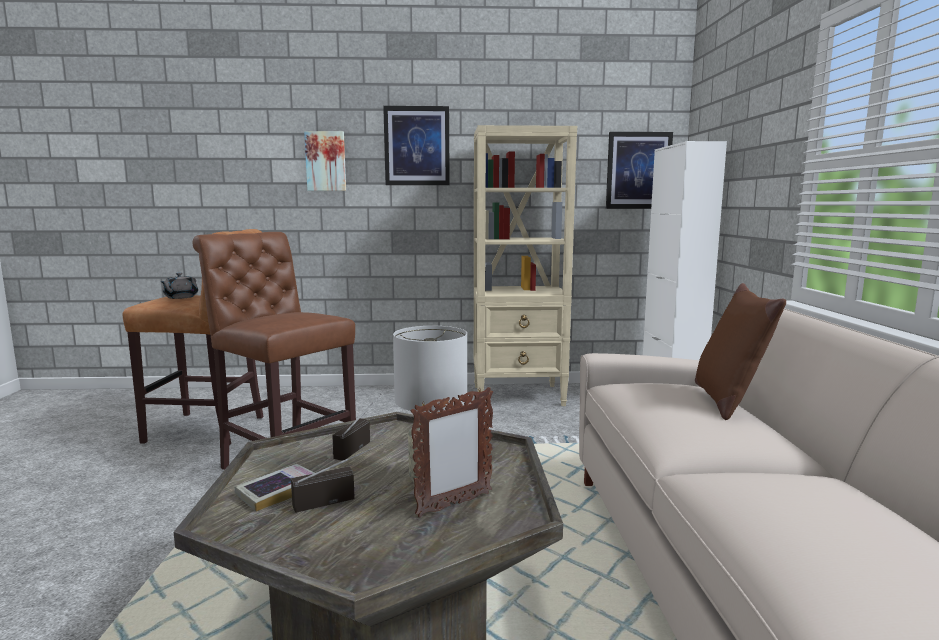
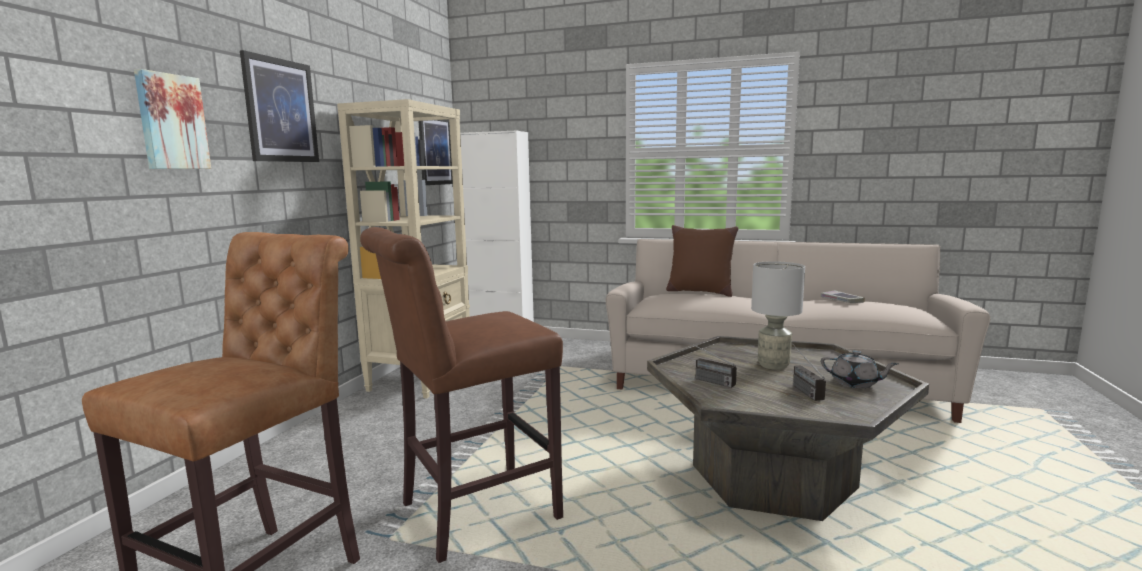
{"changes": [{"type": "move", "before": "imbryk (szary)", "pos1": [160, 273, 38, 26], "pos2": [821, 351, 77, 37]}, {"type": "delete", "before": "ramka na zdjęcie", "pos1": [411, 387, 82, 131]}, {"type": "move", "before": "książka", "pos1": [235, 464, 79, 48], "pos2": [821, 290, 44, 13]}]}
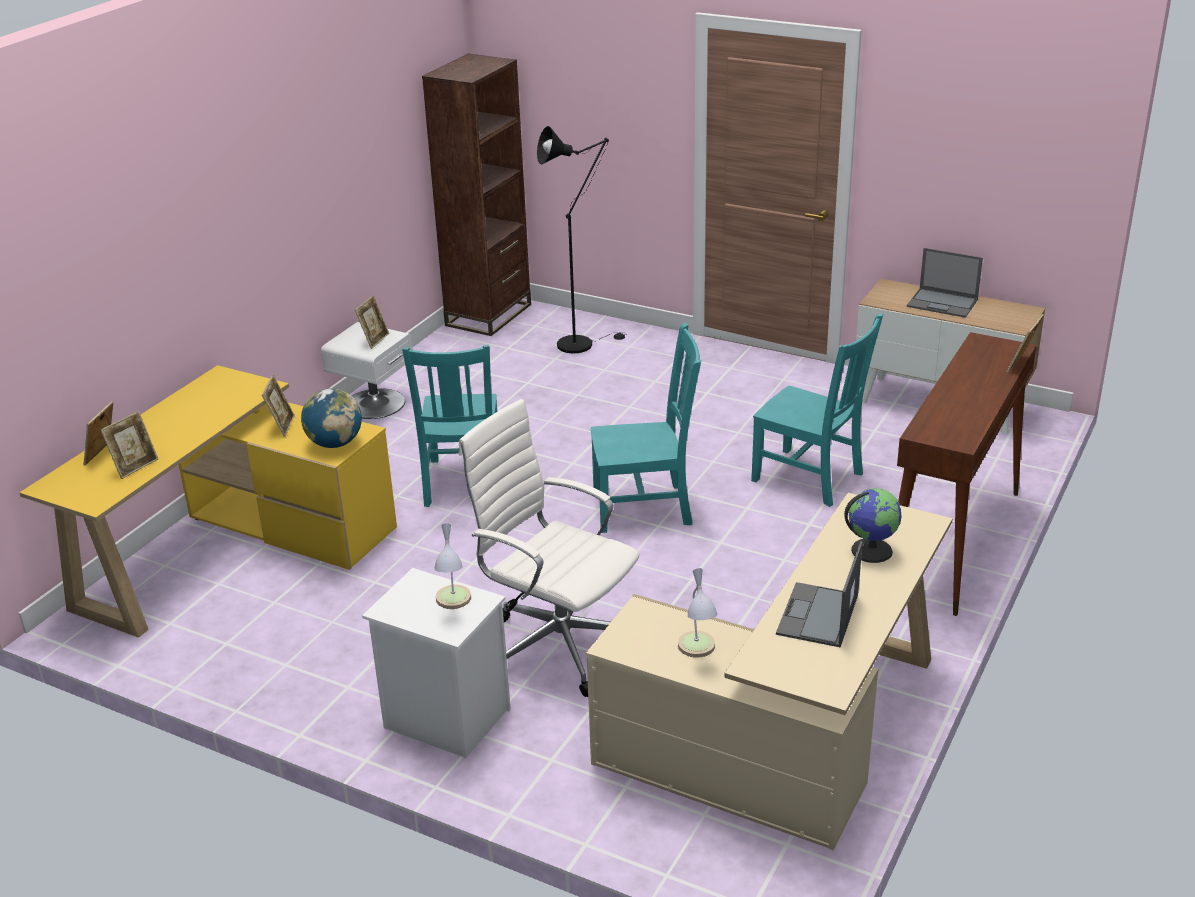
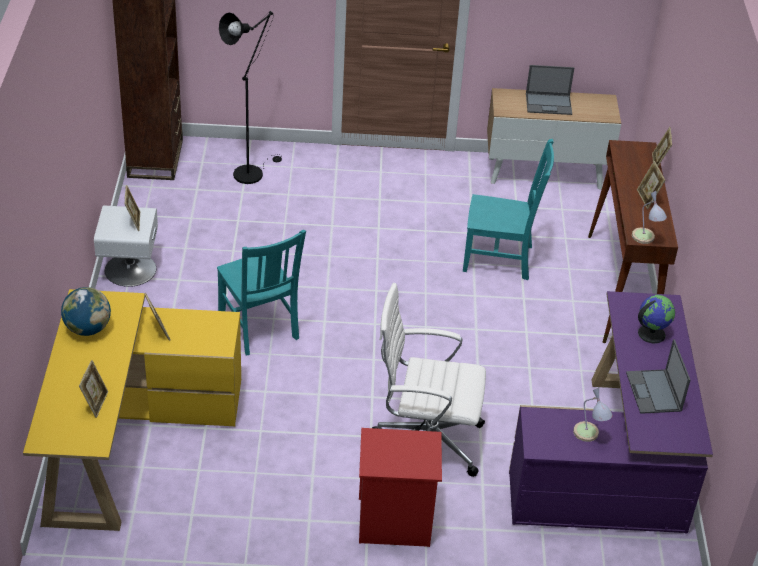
{"changes": [{"type": "delete", "before": "krzesło (turkusowy)", "pos1": [591, 323, 110, 210]}, {"type": "move", "before": "globus", "pos1": [301, 388, 61, 60], "pos2": [61, 287, 50, 49]}, {"type": "move", "before": "ramka na zdjęcie", "pos1": [83, 401, 30, 65], "pos2": [637, 161, 28, 48]}, {"type": "recolor", "before": "biurko (beżowy)", "after": "biurko (fioletowy)", "pos1": [586, 493, 367, 357], "pos2": [509, 291, 204, 243]}, {"type": "move", "before": "lampa stołowa", "pos1": [434, 523, 37, 86], "pos2": [632, 191, 35, 53]}, {"type": "recolor", "before": "szafka nocna (biały)", "after": "szafka nocna (czerwony)", "pos1": [362, 568, 149, 190], "pos2": [359, 428, 83, 119]}]}
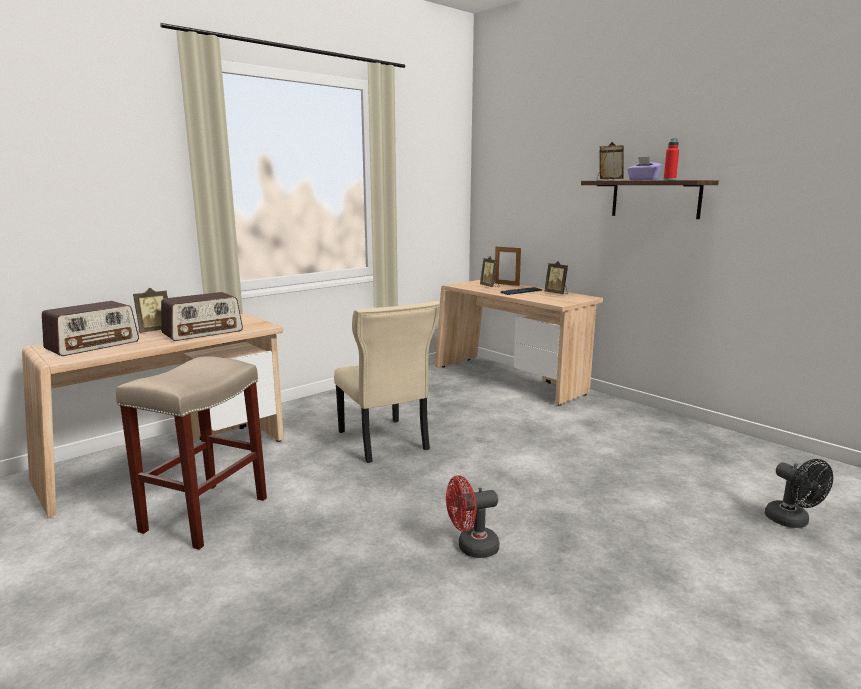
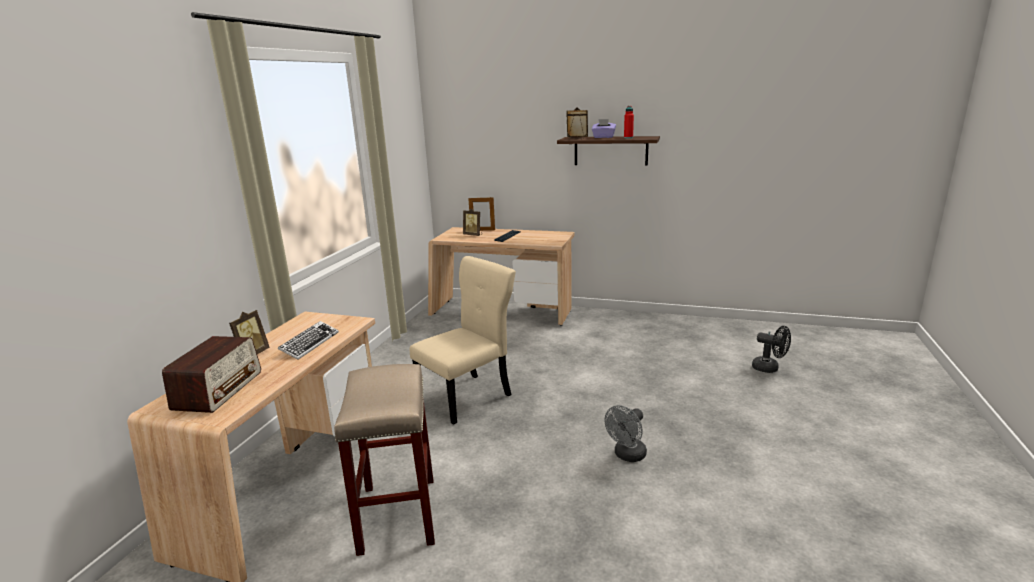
{"changes": [{"type": "delete", "before": "ramka na zdjęcie", "pos1": [544, 261, 24, 33]}, {"type": "replace", "before": "radio", "after": "klawiatura", "pos1": [161, 292, 82, 49], "pos2": [278, 321, 61, 39]}, {"type": "rotate", "before": "krzesło (beżowy)", "pos1": [334, 301, 106, 162], "pos2": [410, 256, 106, 169], "turn": -75}, {"type": "recolor", "before": "wentylator (czerwony)", "after": "wentylator (szary)", "pos1": [446, 475, 54, 83], "pos2": [604, 405, 43, 57]}]}
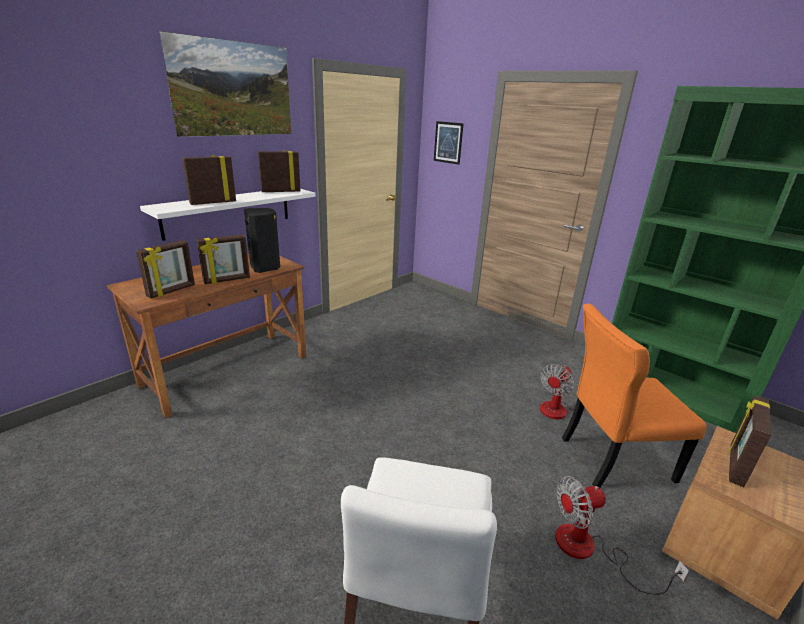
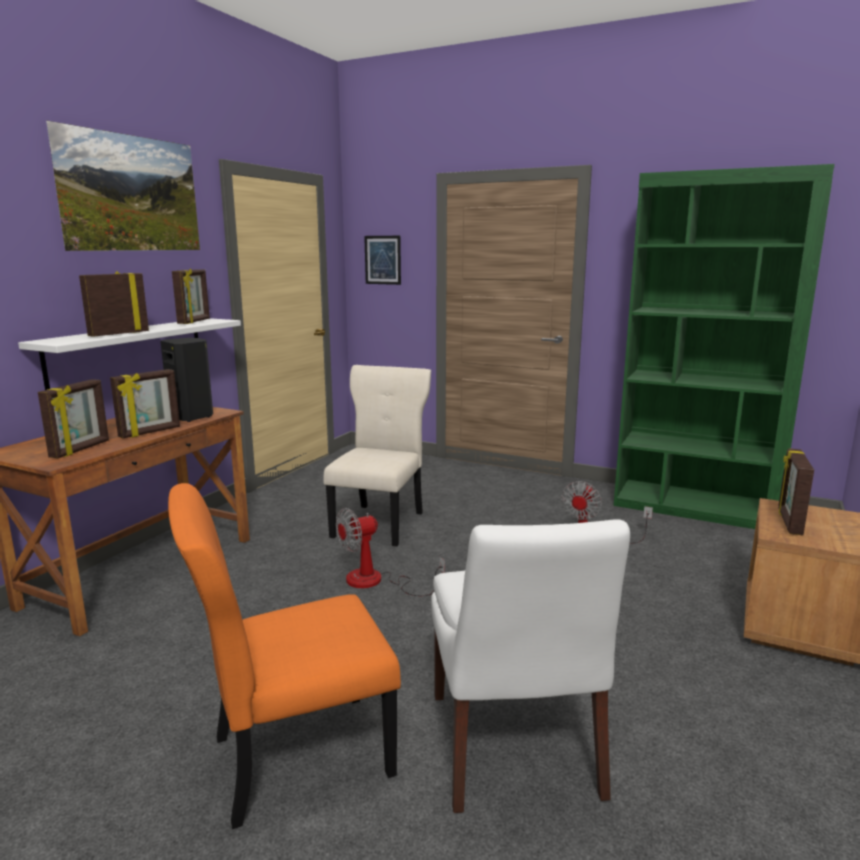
{"changes": [{"type": "rotate", "before": "ramka na zdjęcie", "pos1": [258, 149, 42, 43], "pos2": [172, 268, 38, 56], "turn": 135}, {"type": "move", "before": "krzesło (pomarańczowy)", "pos1": [562, 304, 145, 184], "pos2": [168, 483, 233, 346]}, {"type": "move", "before": "wentylator", "pos1": [555, 476, 134, 119], "pos2": [336, 508, 109, 88]}, {"type": "insert", "after": "krzesło (beżowy)", "pos2": [323, 365, 108, 181]}]}
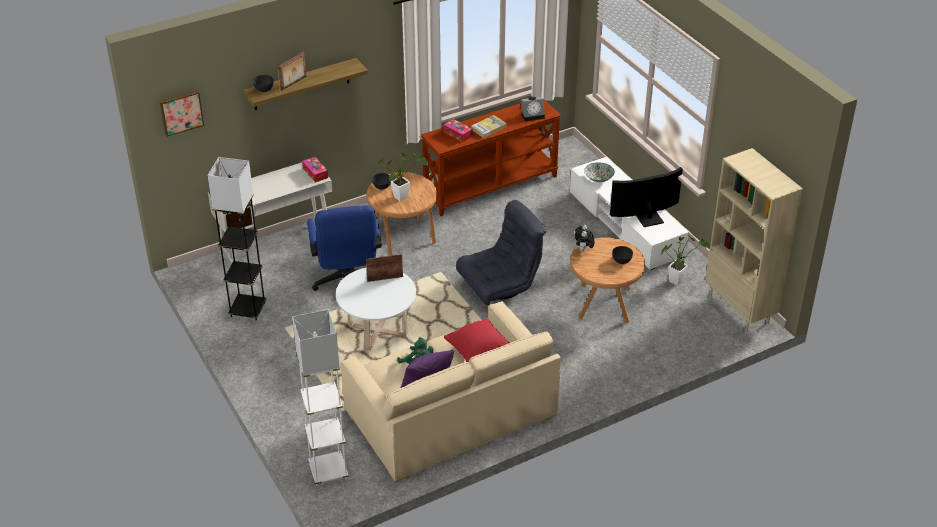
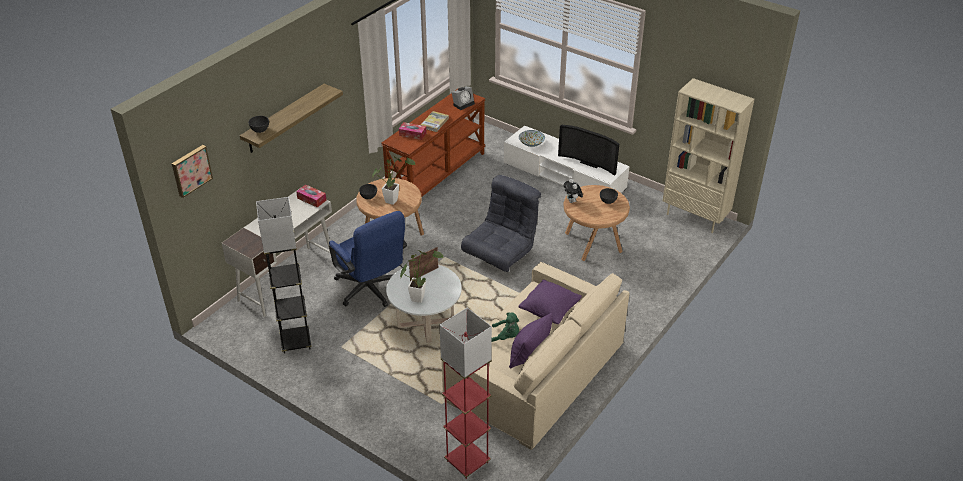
{"changes": [{"type": "delete", "before": "ramka na zdjęcie", "pos1": [278, 52, 28, 39]}, {"type": "rotate", "before": "telewizor", "pos1": [610, 167, 73, 60], "pos2": [558, 125, 61, 51], "turn": -105}, {"type": "move", "before": "roślina doniczkowa", "pos1": [661, 234, 49, 52], "pos2": [400, 250, 43, 53]}, {"type": "recolor", "before": "lampa stojąca (biały)", "after": "lampa stojąca (czerwony)", "pos1": [292, 309, 57, 177], "pos2": [440, 308, 52, 171]}, {"type": "recolor", "before": "poduszka (czerwony)", "after": "poduszka (fioletowy)", "pos1": [444, 318, 66, 44], "pos2": [518, 279, 64, 45]}]}
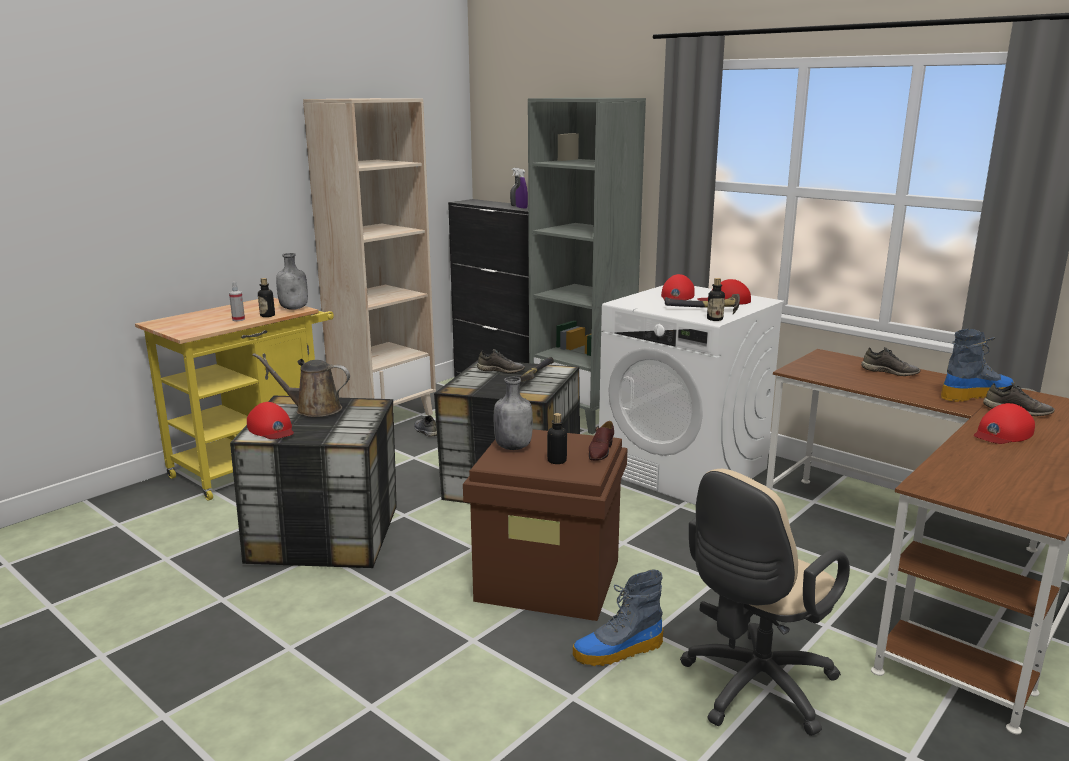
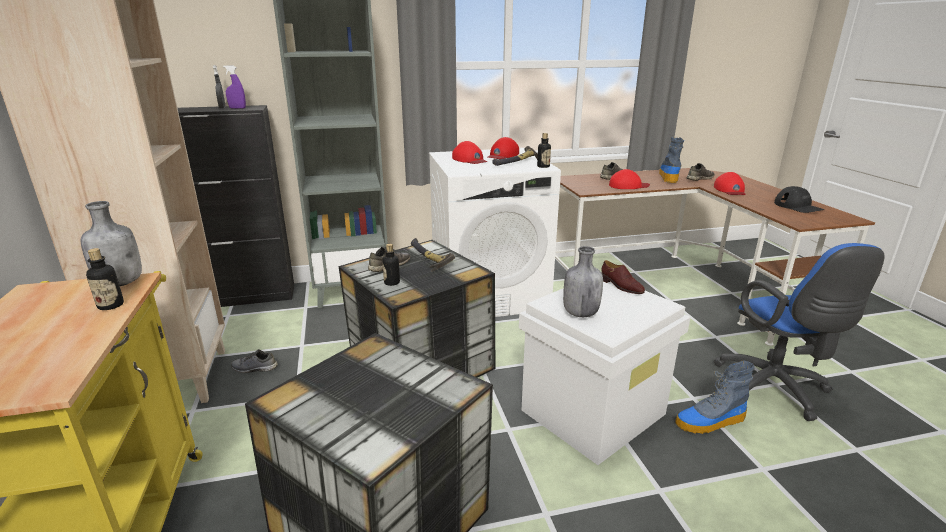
{"changes": [{"type": "delete", "before": "spryskiwacz", "pos1": [229, 282, 16, 39]}, {"type": "delete", "before": "konewka (brązowy)", "pos1": [253, 353, 97, 64]}, {"type": "move", "before": "czapka z daszkiem (czerwony)", "pos1": [247, 402, 47, 37], "pos2": [609, 169, 41, 20]}, {"type": "move", "before": "butelka", "pos1": [547, 413, 20, 51], "pos2": [382, 244, 18, 42]}, {"type": "recolor", "before": "pojemnik do przechowywania (brązowy)", "after": "pojemnik do przechowywania (biały)", "pos1": [463, 429, 165, 192], "pos2": [519, 281, 171, 184]}, {"type": "recolor", "before": "krzesło biurowe (beżowy)", "after": "krzesło biurowe (niebieski)", "pos1": [680, 469, 170, 267], "pos2": [714, 243, 171, 178]}, {"type": "rotate", "before": "but z cholewką", "pos1": [573, 569, 91, 97], "pos2": [675, 361, 80, 73], "turn": 60}, {"type": "insert", "after": "czapka z daszkiem (czarny)", "pos2": [774, 186, 51, 27]}]}
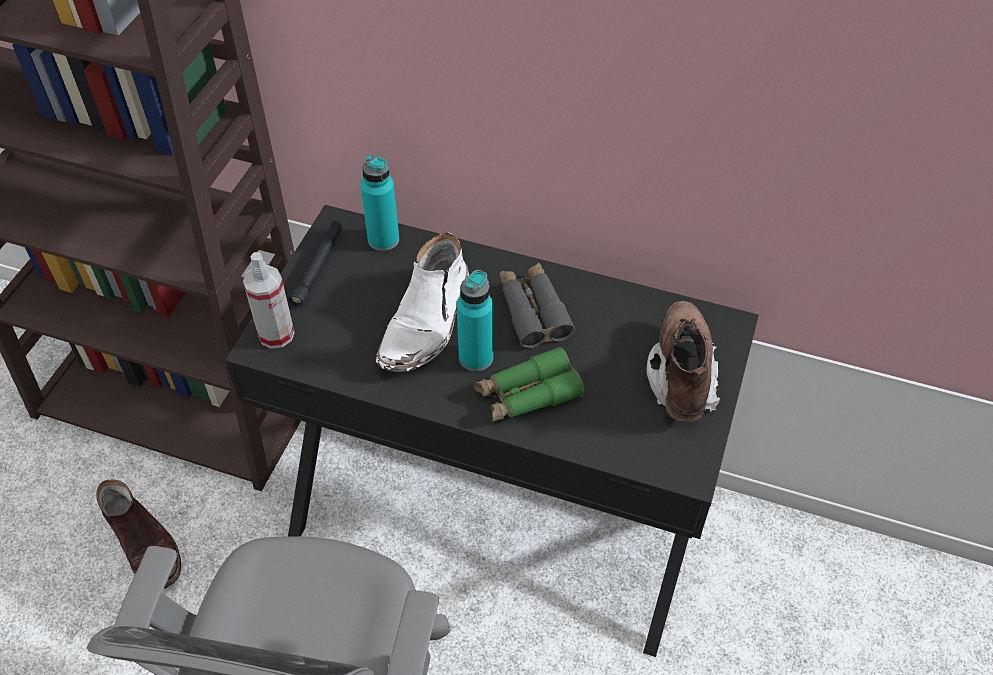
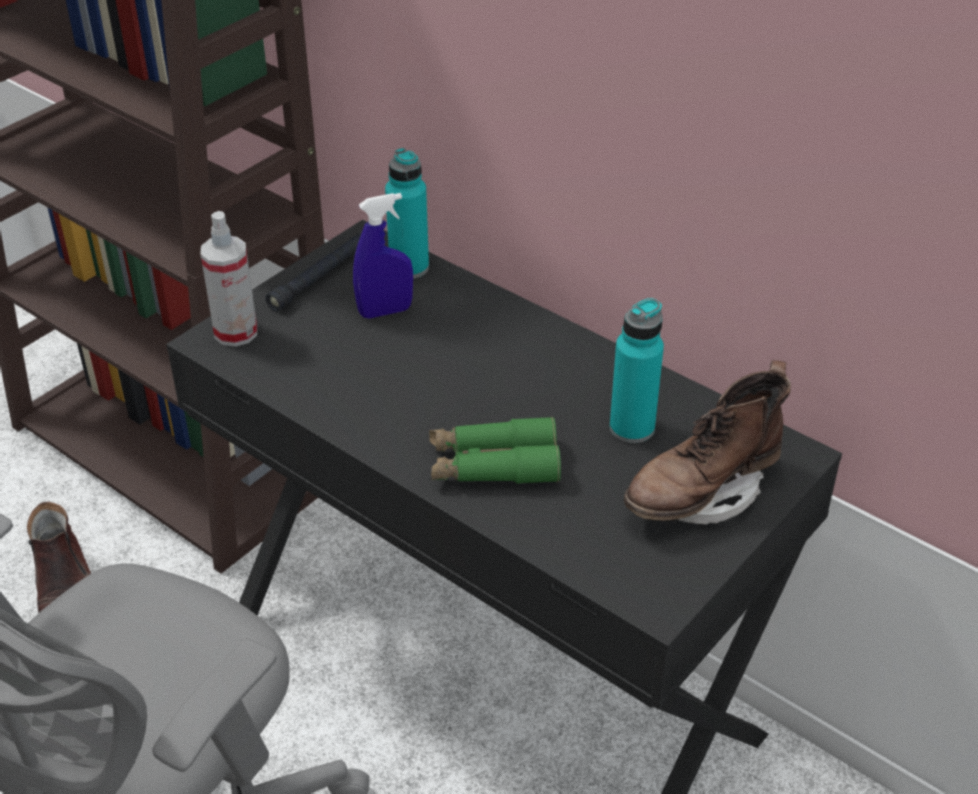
{"changes": [{"type": "delete", "before": "but z cholewką (biały)", "pos1": [376, 232, 93, 140]}, {"type": "delete", "before": "lornetka (szary)", "pos1": [499, 263, 76, 85]}, {"type": "move", "before": "butelka (turkusowy)", "pos1": [456, 270, 37, 101], "pos2": [610, 298, 54, 145]}, {"type": "rotate", "before": "but z cholewką (brązowy)", "pos1": [647, 301, 73, 121], "pos2": [624, 360, 167, 164], "turn": -150}, {"type": "insert", "after": "spryskiwacz (niebieski)", "pos2": [353, 193, 60, 126]}]}
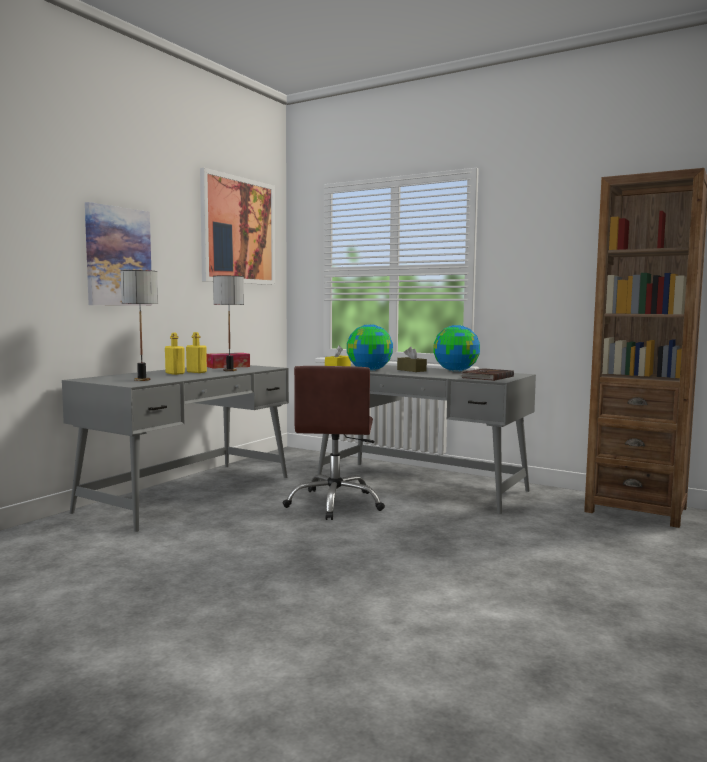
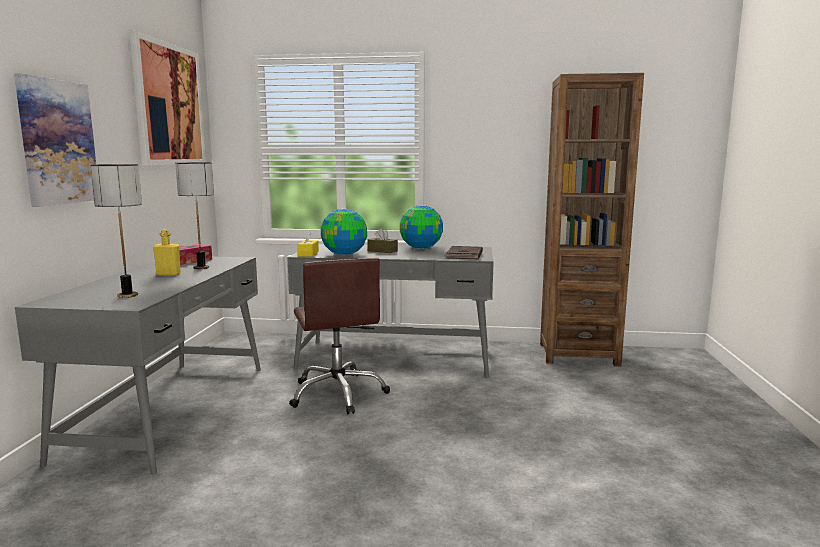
{"changes": [{"type": "delete", "before": "butelka (żółty)", "pos1": [165, 333, 20, 42]}]}
